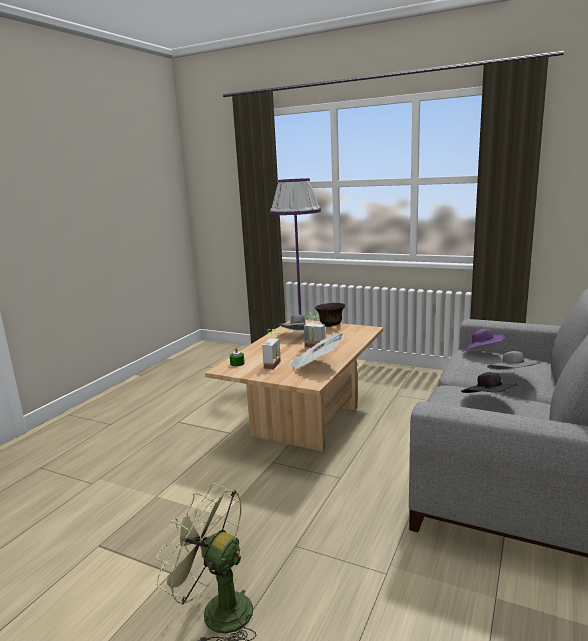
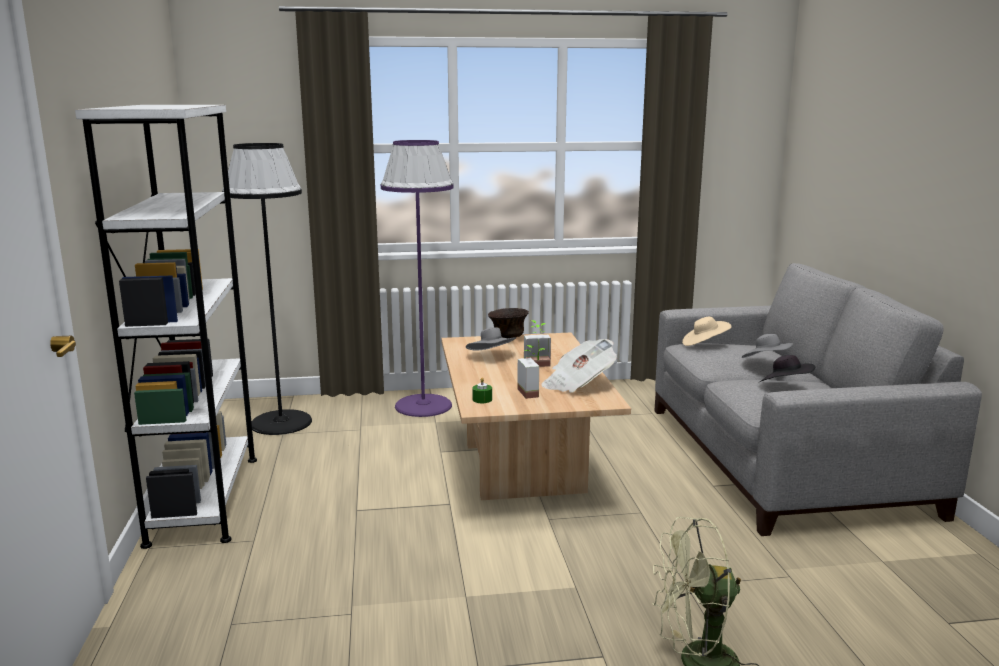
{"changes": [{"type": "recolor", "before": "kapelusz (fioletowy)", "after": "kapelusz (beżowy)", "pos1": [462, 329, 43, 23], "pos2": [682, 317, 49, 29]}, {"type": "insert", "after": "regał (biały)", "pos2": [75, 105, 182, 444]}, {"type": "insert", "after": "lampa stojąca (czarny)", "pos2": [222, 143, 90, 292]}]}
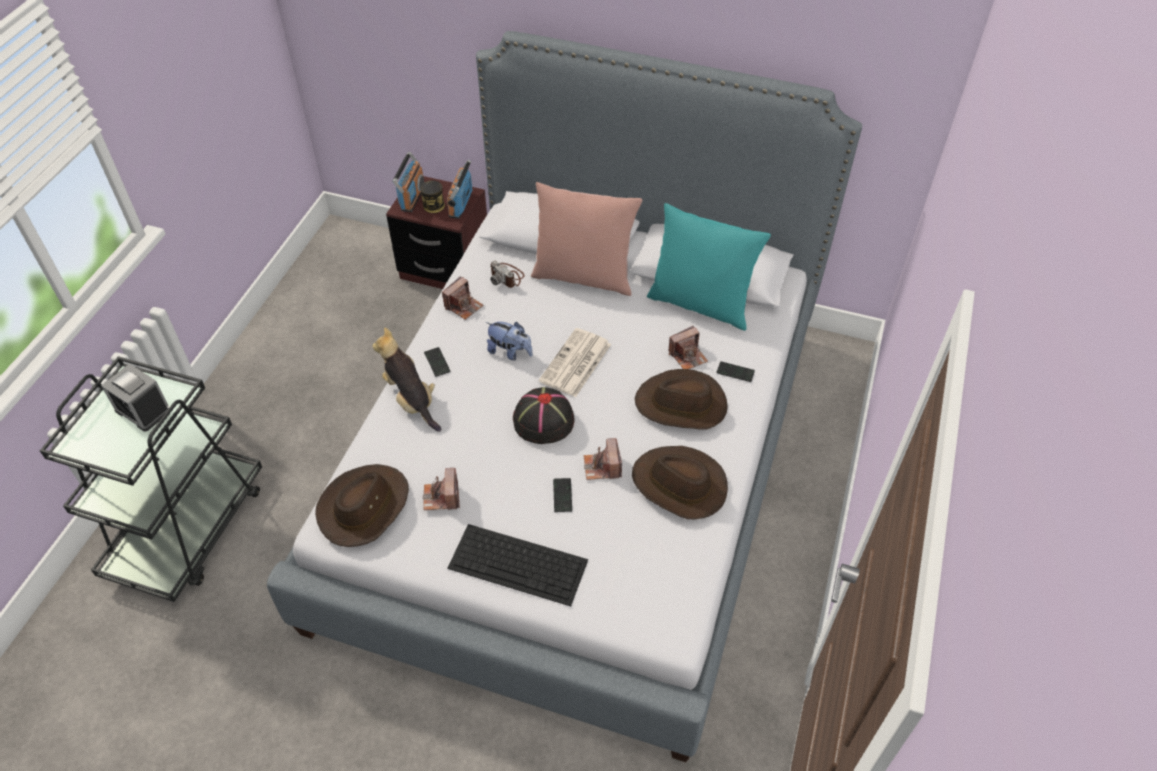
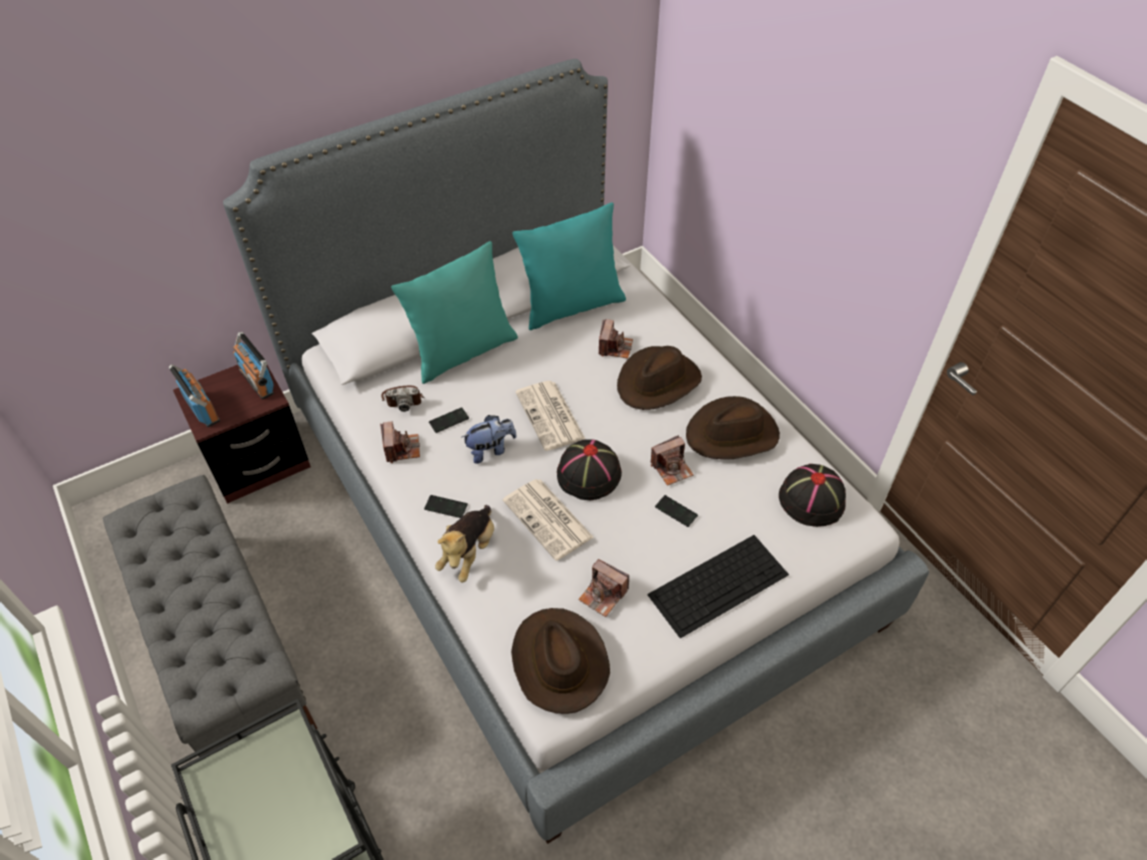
{"changes": [{"type": "delete", "before": "puszka", "pos1": [421, 180, 24, 33]}, {"type": "recolor", "before": "poduszka (różowy)", "after": "poduszka (turkusowy)", "pos1": [531, 182, 111, 114], "pos2": [391, 241, 127, 143]}, {"type": "rotate", "before": "pluszak", "pos1": [372, 327, 69, 105], "pos2": [435, 505, 59, 78], "turn": -75}, {"type": "move", "before": "telefon", "pos1": [716, 361, 39, 21], "pos2": [429, 407, 40, 26]}, {"type": "delete", "before": "budzik", "pos1": [101, 363, 69, 69]}, {"type": "rotate", "before": "aparat fotograficzny", "pos1": [584, 438, 38, 42], "pos2": [650, 435, 44, 51], "turn": -60}, {"type": "insert", "after": "kapelusz (czarny)", "pos2": [779, 464, 67, 63]}, {"type": "insert", "after": "ławka (szary)", "pos2": [103, 475, 215, 282]}, {"type": "insert", "after": "gazeta", "pos2": [503, 479, 91, 82]}]}
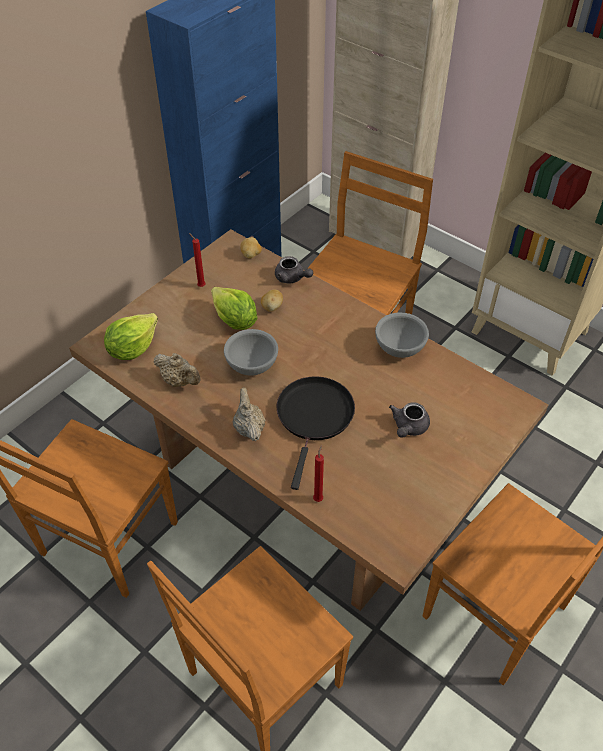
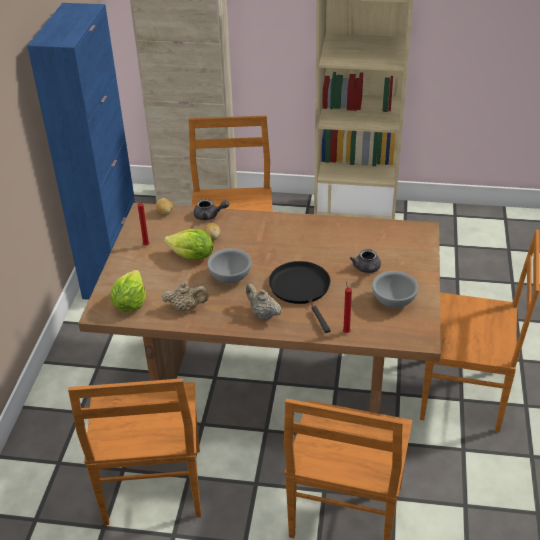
{"changes": [{"type": "move", "before": "miska (szary)", "pos1": [375, 313, 54, 45], "pos2": [372, 271, 47, 37]}]}
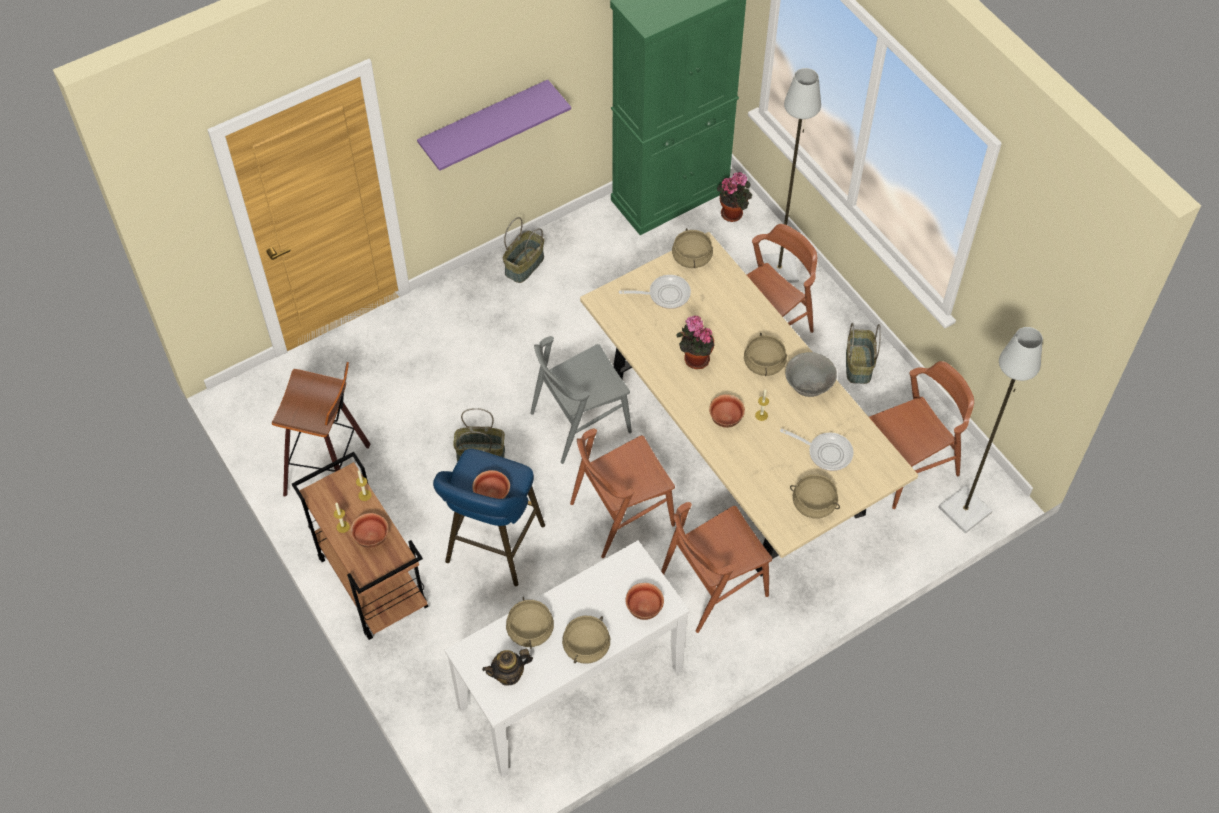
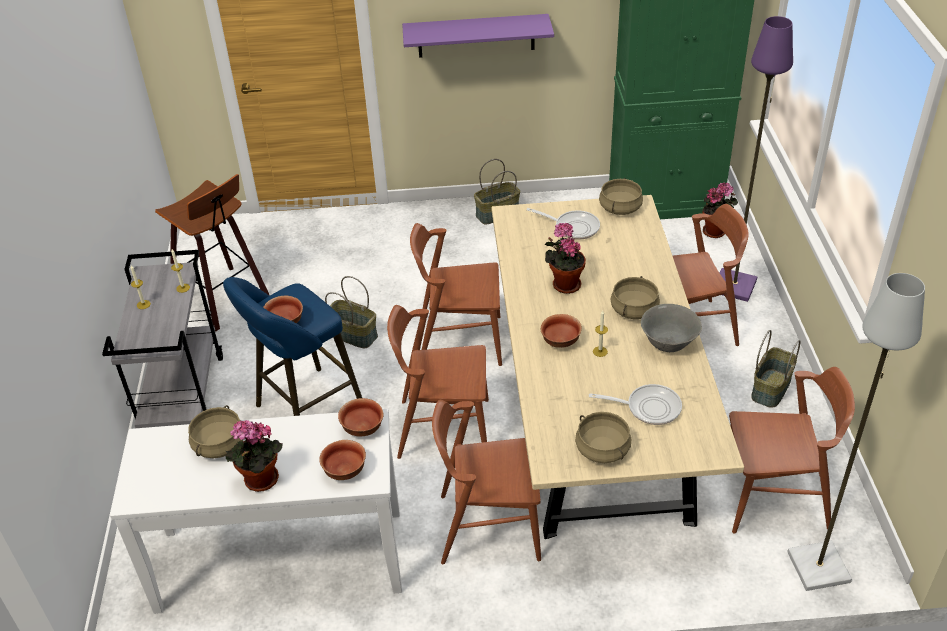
{"changes": [{"type": "recolor", "before": "lampa stojąca (szary)", "after": "lampa stojąca (fioletowy)", "pos1": [761, 68, 60, 215], "pos2": [720, 16, 73, 286]}, {"type": "recolor", "before": "krzesło (szary)", "after": "krzesło (brązowy)", "pos1": [530, 336, 102, 128], "pos2": [410, 223, 92, 143]}, {"type": "rotate", "before": "patelnia", "pos1": [780, 428, 73, 43], "pos2": [589, 384, 93, 41], "turn": -45}, {"type": "recolor", "before": "wózek (brązowy)", "after": "wózek (szary)", "pos1": [292, 452, 137, 188], "pos2": [102, 250, 121, 178]}, {"type": "move", "before": "miska", "pos1": [350, 513, 39, 35], "pos2": [338, 398, 46, 39]}, {"type": "replace", "before": "garnek (beżowy)", "after": "roślina doniczkowa", "pos1": [562, 616, 48, 48], "pos2": [225, 420, 58, 72]}, {"type": "delete", "before": "imbryk", "pos1": [482, 649, 51, 37]}]}
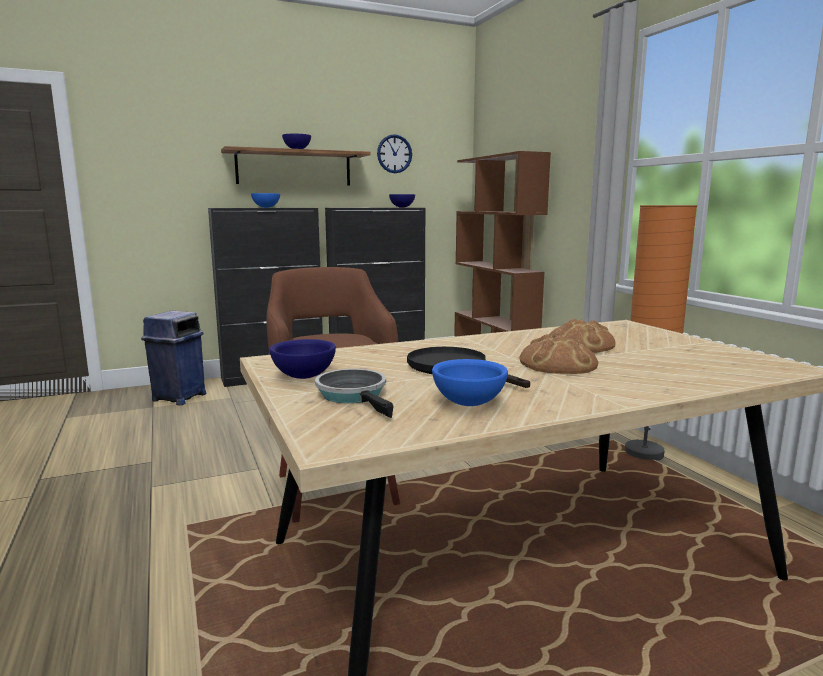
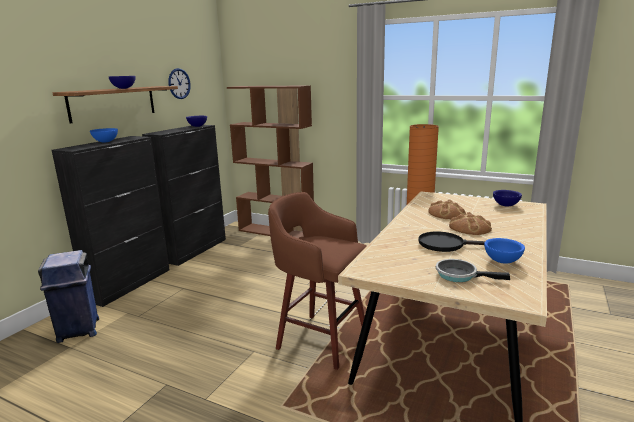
{"changes": [{"type": "move", "before": "miska (niebieski)", "pos1": [269, 339, 67, 40], "pos2": [493, 190, 29, 17]}]}
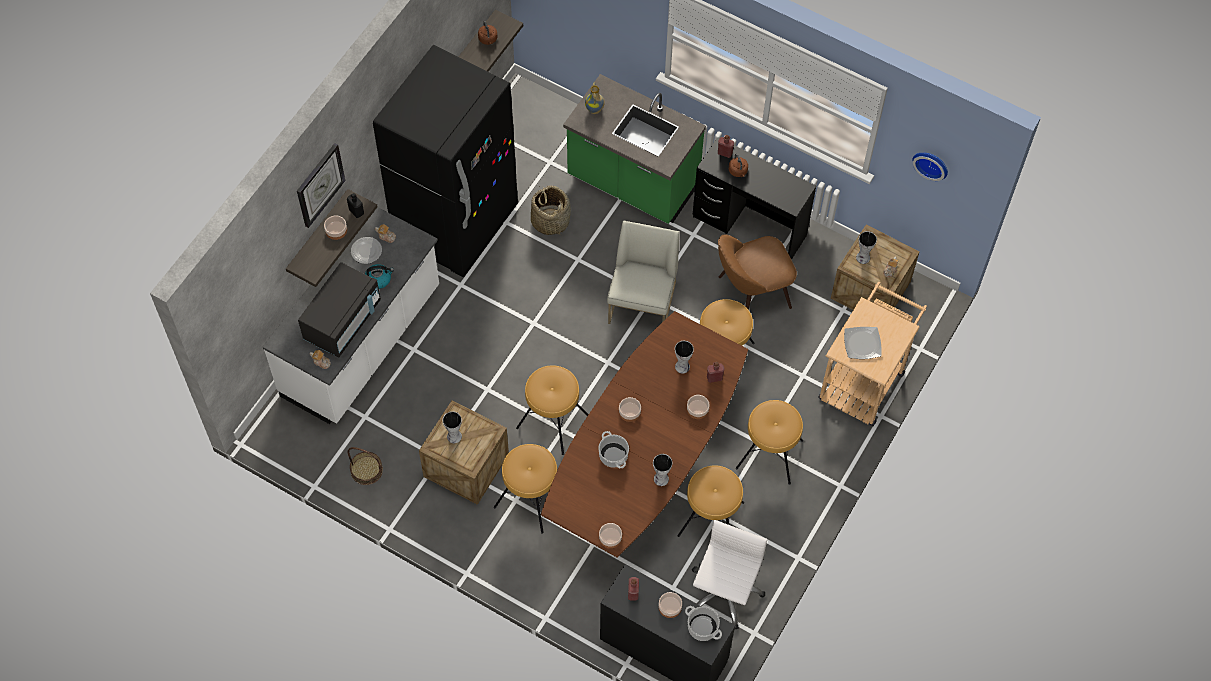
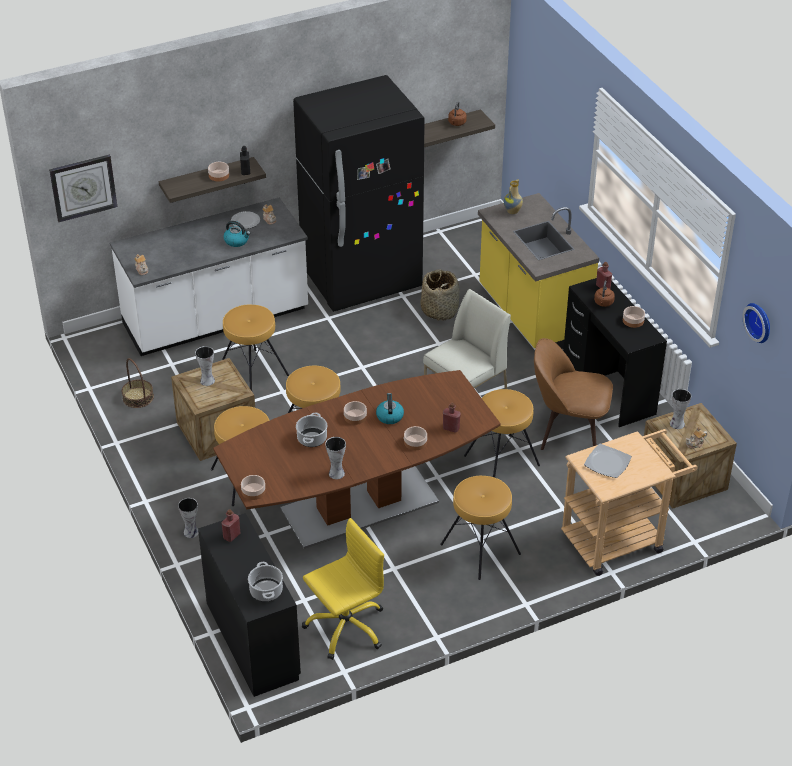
{"changes": [{"type": "recolor", "before": "zabudowa kuchenna (zielony)", "after": "zabudowa kuchenna (żółty)", "pos1": [563, 74, 143, 150], "pos2": [478, 193, 121, 156]}, {"type": "move", "before": "zegar ścienny", "pos1": [297, 143, 48, 85], "pos2": [49, 155, 68, 67]}, {"type": "delete", "before": "mikrofalówka (czarny)", "pos1": [298, 262, 83, 96]}, {"type": "move", "before": "wazon", "pos1": [675, 341, 19, 32], "pos2": [178, 498, 21, 40]}, {"type": "move", "before": "stołek (brązowy)", "pos1": [678, 465, 66, 72], "pos2": [222, 305, 67, 86]}, {"type": "recolor", "before": "krzesło biurowe (biały)", "after": "krzesło biurowe (żółty)", "pos1": [692, 520, 75, 110], "pos2": [302, 518, 82, 142]}, {"type": "move", "before": "miska", "pos1": [658, 592, 24, 26], "pos2": [623, 306, 22, 22]}, {"type": "insert", "after": "czajnik", "pos2": [376, 393, 28, 31]}]}
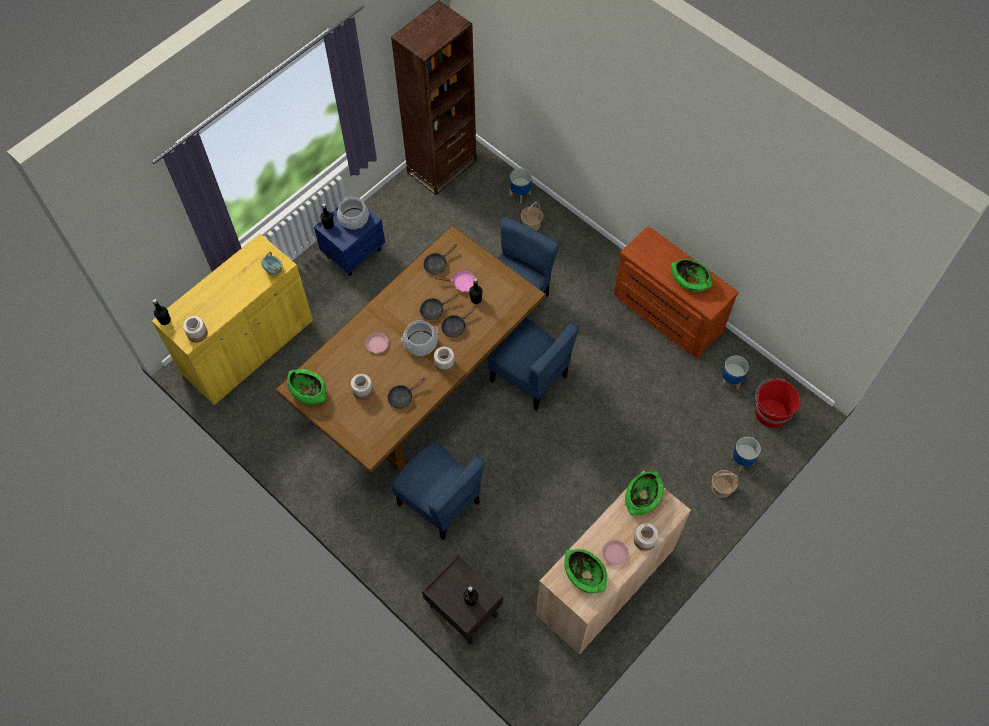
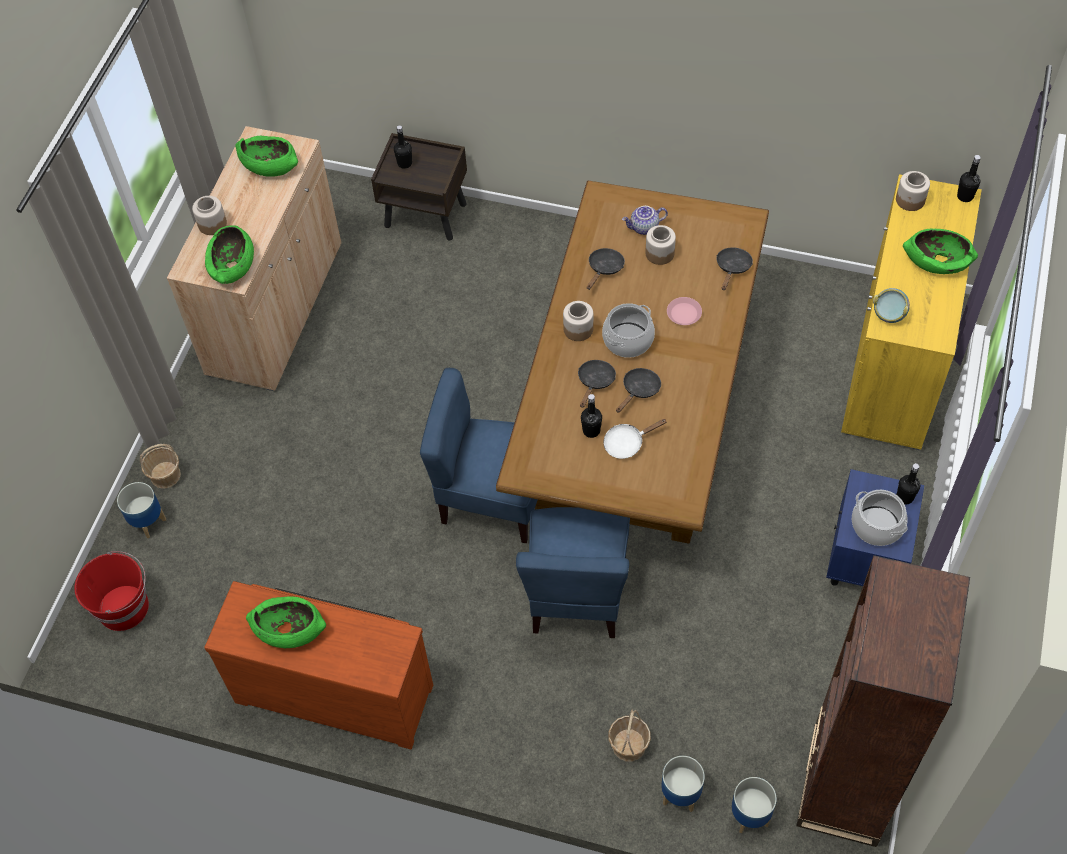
{"changes": [{"type": "move", "before": "patelnia (czarny)", "pos1": [423, 244, 34, 31], "pos2": [716, 247, 37, 43]}, {"type": "recolor", "before": "patelnia (różowy)", "after": "patelnia (biały)", "pos1": [434, 271, 41, 21], "pos2": [603, 419, 64, 40]}, {"type": "move", "before": "donica", "pos1": [721, 355, 28, 34], "pos2": [732, 777, 45, 57]}, {"type": "move", "before": "miska (zielony)", "pos1": [287, 369, 39, 36], "pos2": [903, 229, 75, 45]}, {"type": "delete", "before": "krzesło (niebieski)", "pos1": [391, 441, 94, 99]}, {"type": "delete", "before": "talerz (różowy)", "pos1": [602, 540, 27, 26]}, {"type": "insert", "after": "imbryk", "pos2": [622, 206, 46, 29]}]}
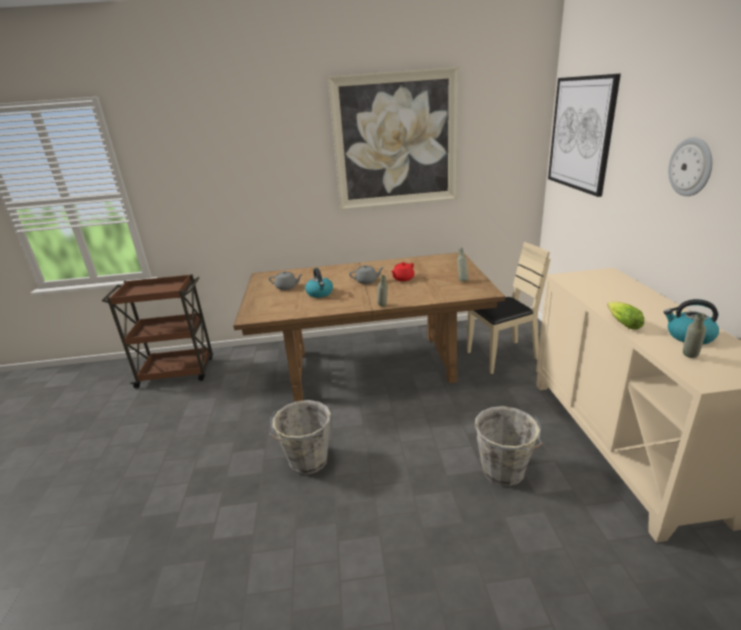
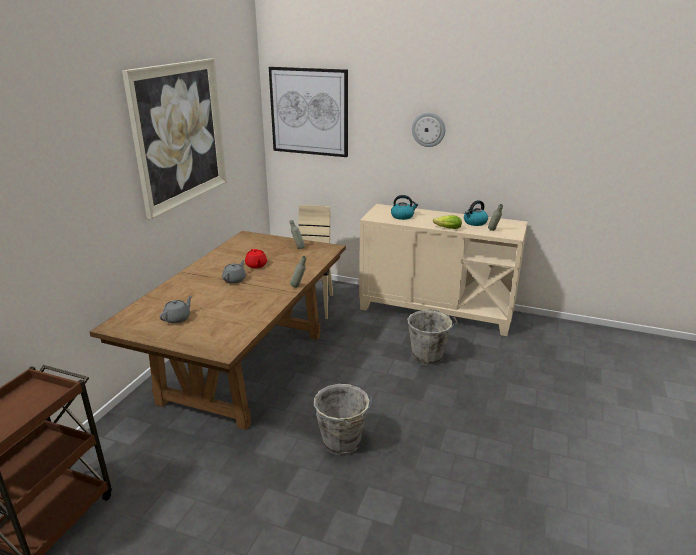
{"changes": [{"type": "move", "before": "czajnik", "pos1": [305, 268, 28, 30], "pos2": [391, 195, 27, 25]}]}
